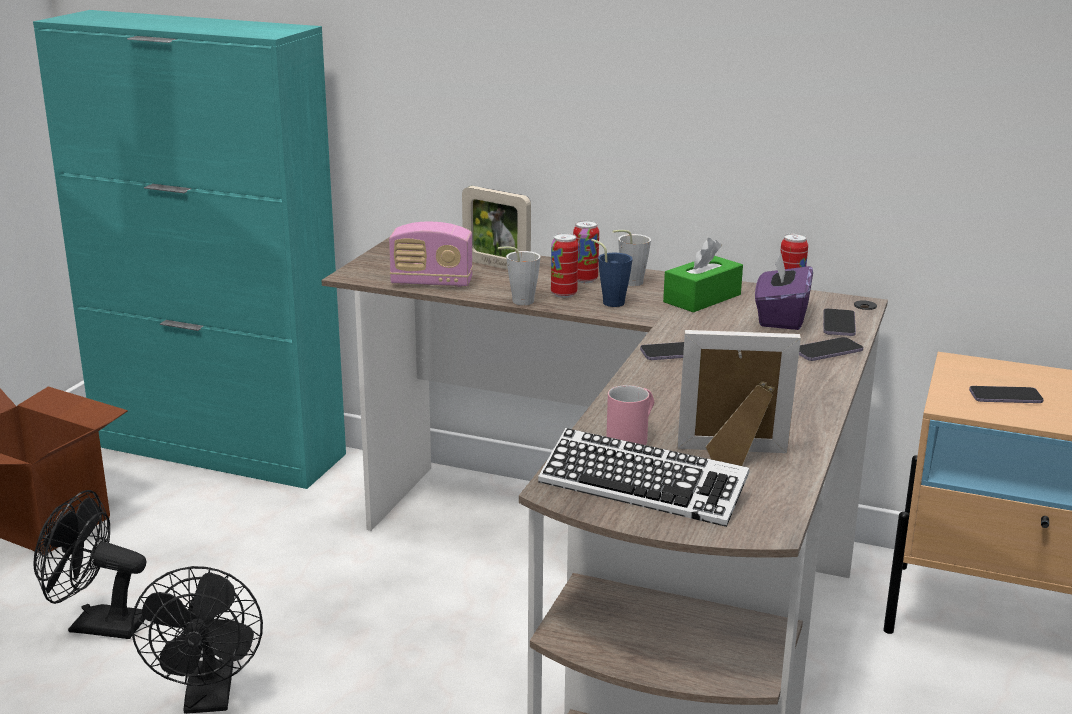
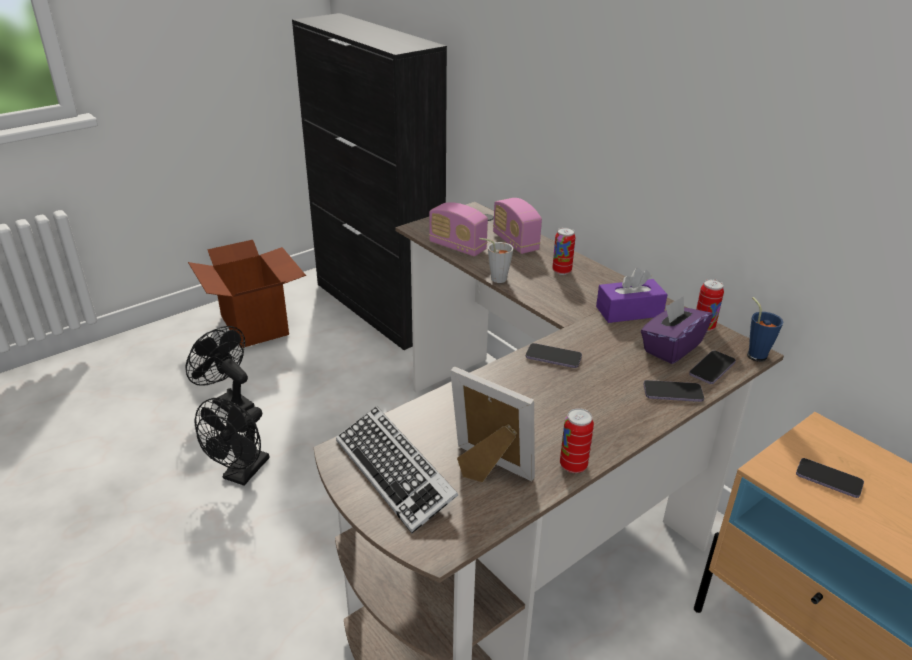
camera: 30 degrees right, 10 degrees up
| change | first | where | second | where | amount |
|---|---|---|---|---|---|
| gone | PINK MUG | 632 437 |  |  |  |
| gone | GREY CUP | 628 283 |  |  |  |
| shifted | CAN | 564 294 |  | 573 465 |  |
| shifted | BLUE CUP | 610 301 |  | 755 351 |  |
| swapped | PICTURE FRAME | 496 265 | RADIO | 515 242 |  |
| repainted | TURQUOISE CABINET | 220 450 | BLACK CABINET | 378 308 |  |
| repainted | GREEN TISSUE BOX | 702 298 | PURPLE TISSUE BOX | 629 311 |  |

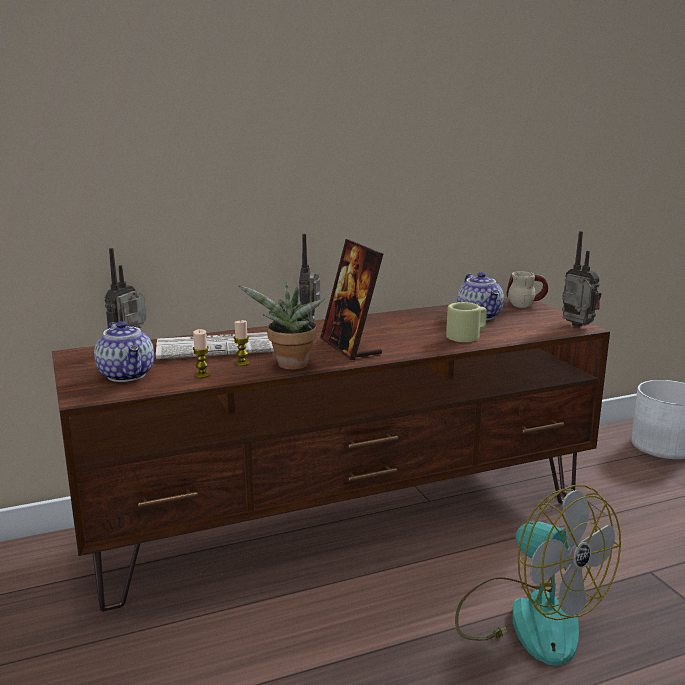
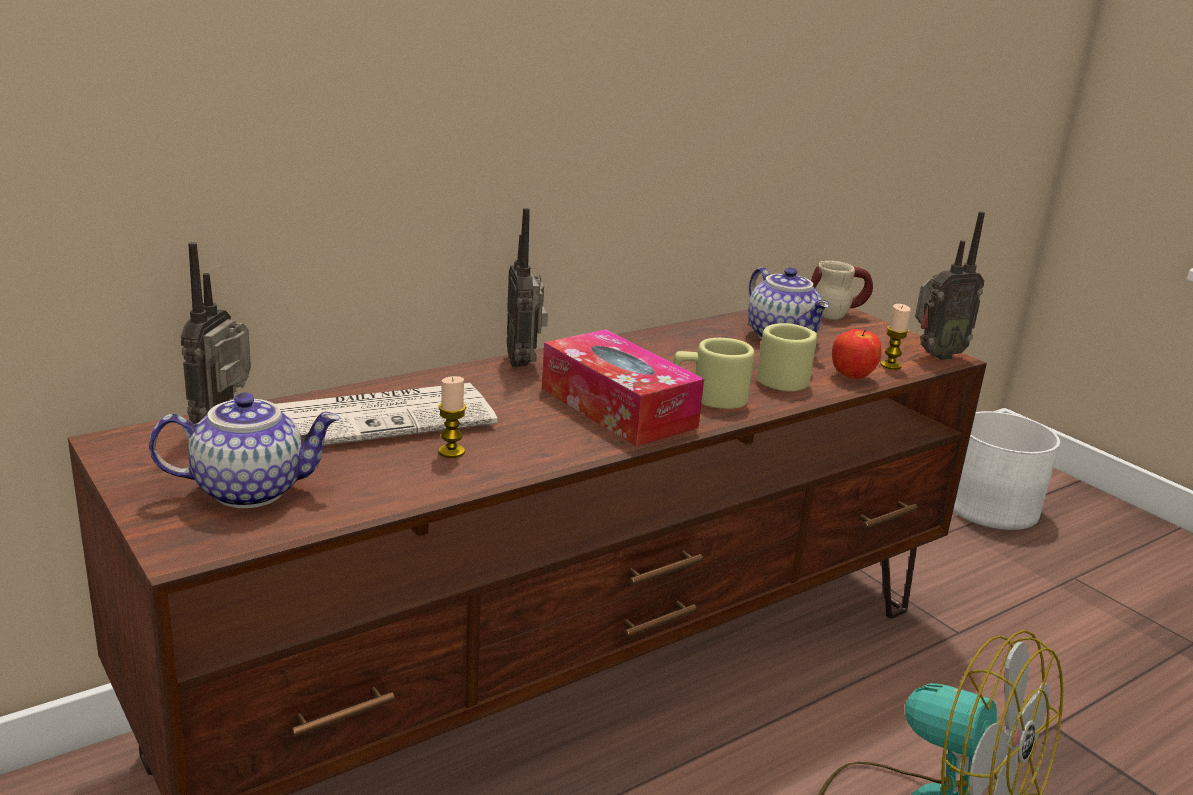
camera: 15 degrees left, 5 degrees up
| change | first | where | second | where | amount |
|---|---|---|---|---|---|
| gone | POTTED PLANT | 290 366 |  |  |  |
| new |  |  | BEIGE MUG | 708 397 |  |
| new |  |  | APPLE | 852 377 |  |
| shifted | CANDLE | 202 375 |  | 890 365 |  |
| swapped | PICTURE FRAME | 350 347 | TISSUE BOX | 618 408 |  |
| rotated | TEAPOT | 128 375 |  | 251 489 | 60 degrees counterclockwise |
| rotated | RADIO | 576 327 |  | 935 355 | 120 degrees clockwise |

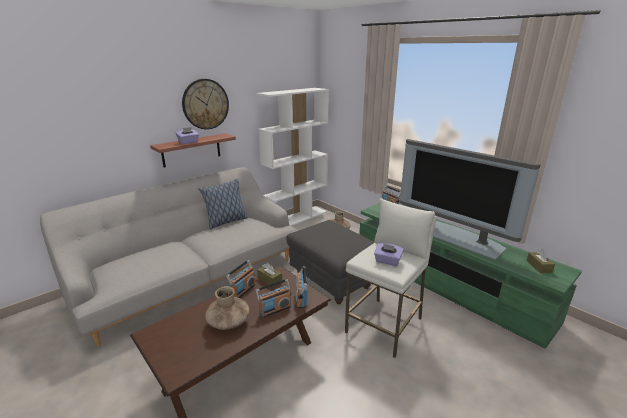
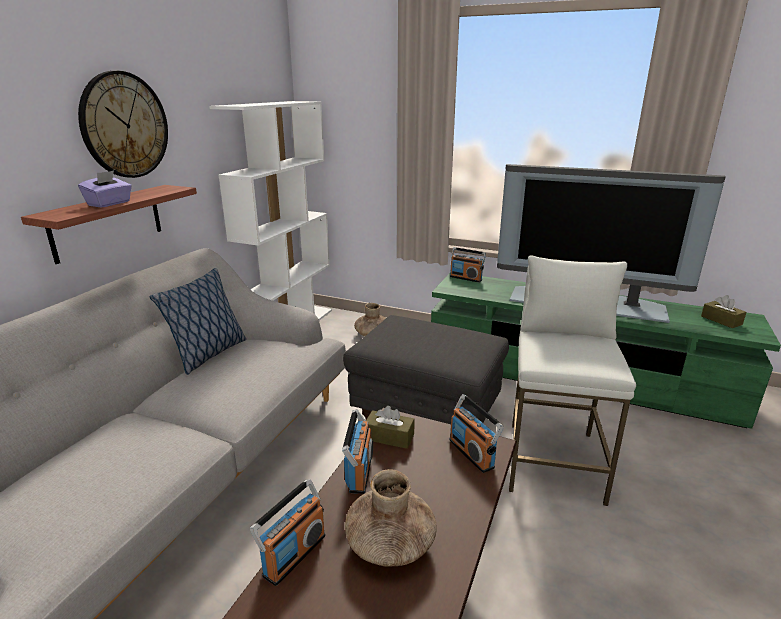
camera: 25 degrees left, 0 degrees up
| change | first | where | second | where | amount |
|---|---|---|---|---|---|
| gone | PURPLE TISSUE BOX | 387 261 |  |  |  |
| shifted | RADIO | 275 309 |  | 294 555 |  |

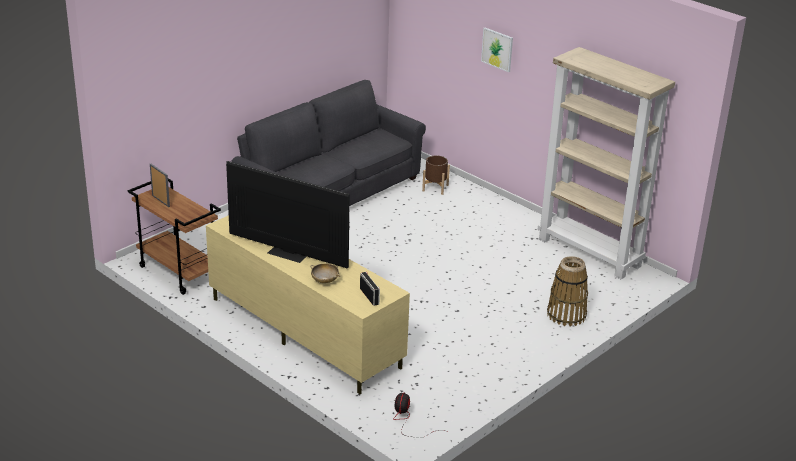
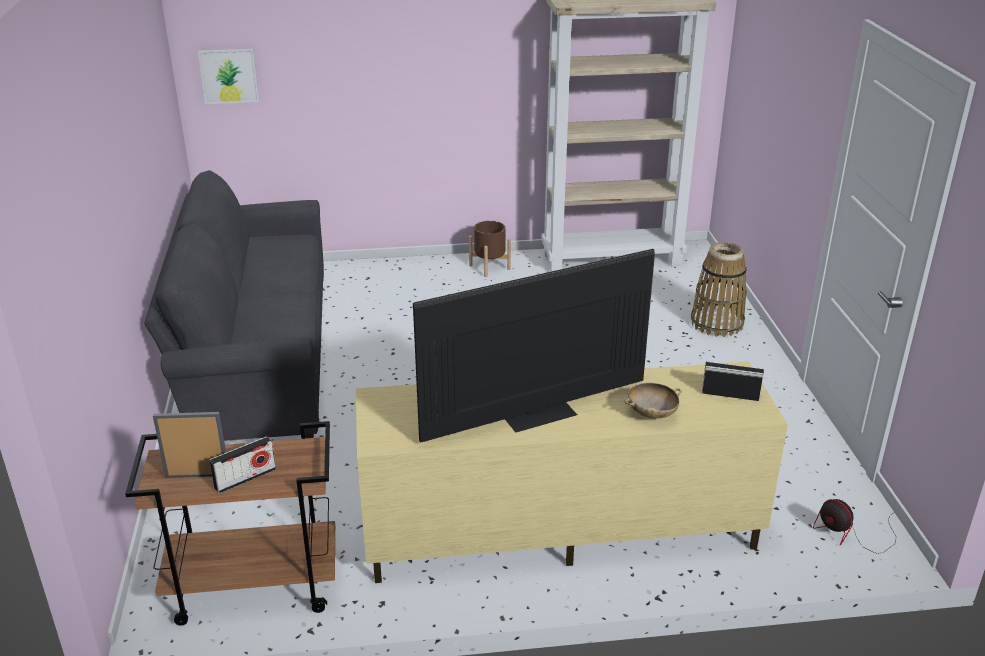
camera: 50 degrees left, 0 degrees up
| change | first | where | second | where | amount |
|---|---|---|---|---|---|
| new |  |  | RADIO | 245 478 |  |
| shifted | BROWN PLANTER | 435 188 |  | 490 267 |  |
| shifted | PICTURE | 497 49 |  | 229 76 |  |

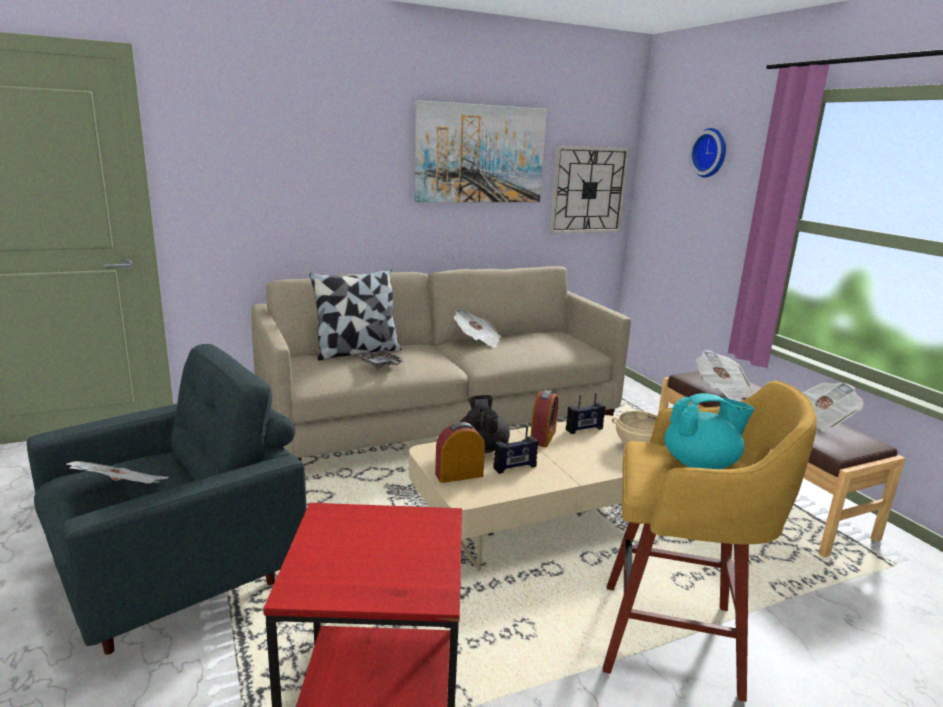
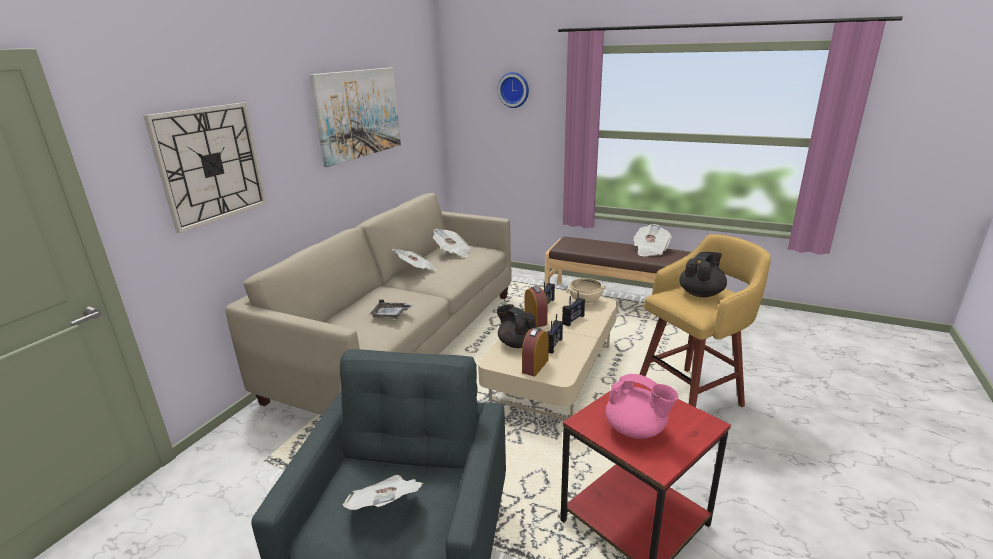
camera: 40 degrees left, 5 degrees up
| change | first | where | second | where | amount |
|---|---|---|---|---|---|
| gone | PILLOW | 357 352 |  |  |  |
| new |  |  | RADIO | 573 320 |  |
| new |  |  | PINK TEAPOT | 636 430 |  |
| shifted | WALL CLOCK | 588 190 |  | 210 164 |  |
| shifted | NEWSPAPER | 721 390 |  | 453 252 |  |
| repainted | TURQUOISE TEAPOT | 701 464 | BLACK TEAPOT | 701 293 |  |

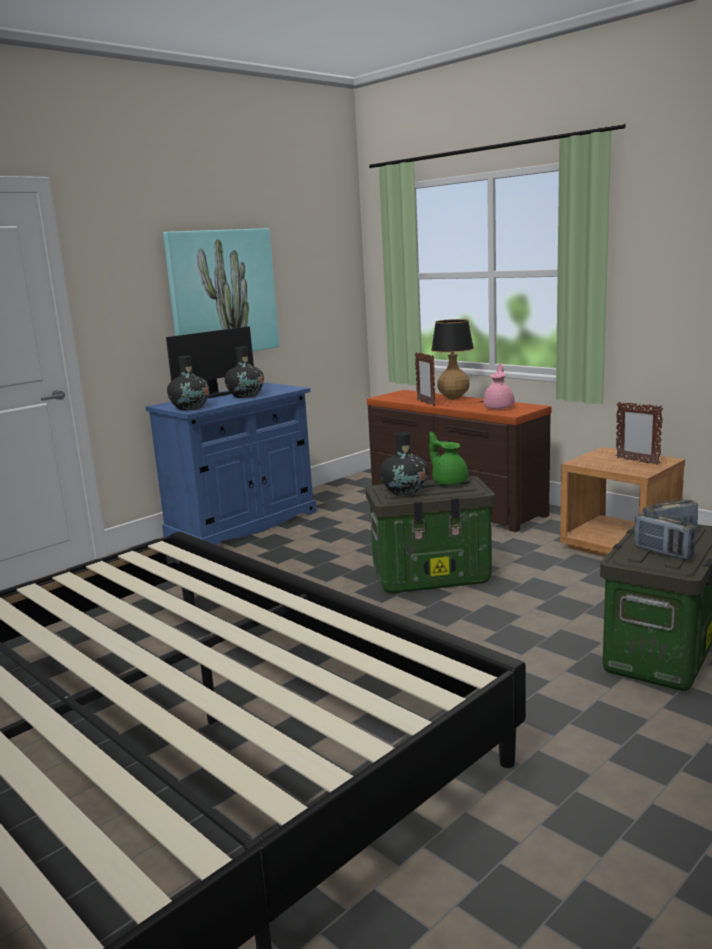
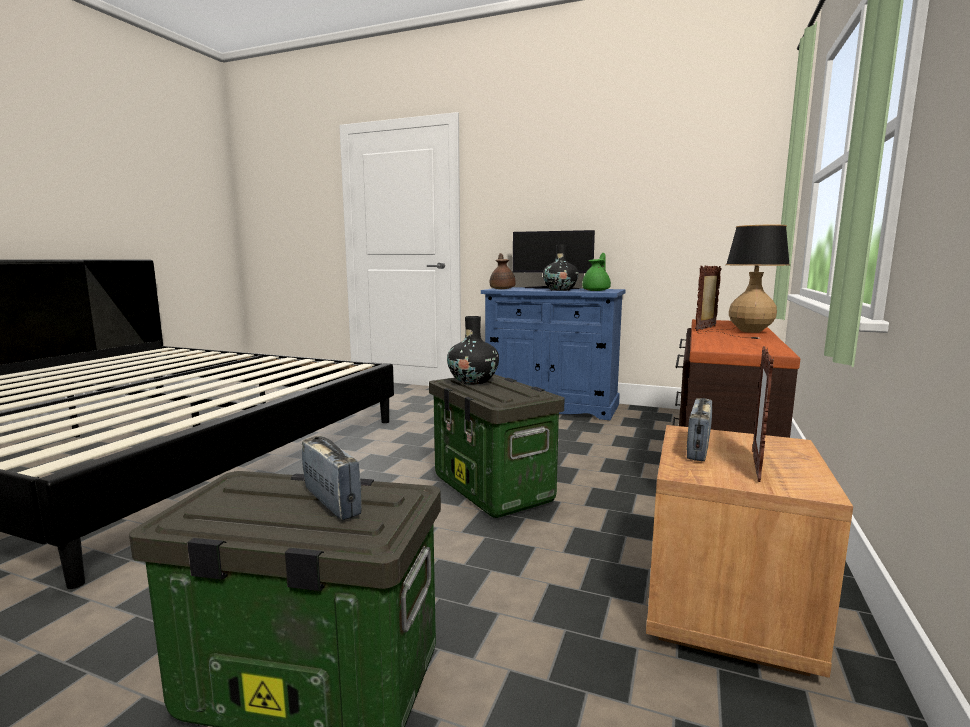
camera: 65 degrees right, 5 degrees down
| change | first | where | second | where | amount |
|---|---|---|---|---|---|
| gone | PICTURE | 222 293 |  |  |  |
| gone | PINK TEAPOT | 499 407 |  |  |  |
| shifted | GREEN TEAPOT | 449 482 |  | 597 290 |  |
| shifted | RADIO | 663 552 |  | 698 449 |  |
| swapped | BLACK VASE | 190 408 | BROWN TEAPOT | 502 289 |  |

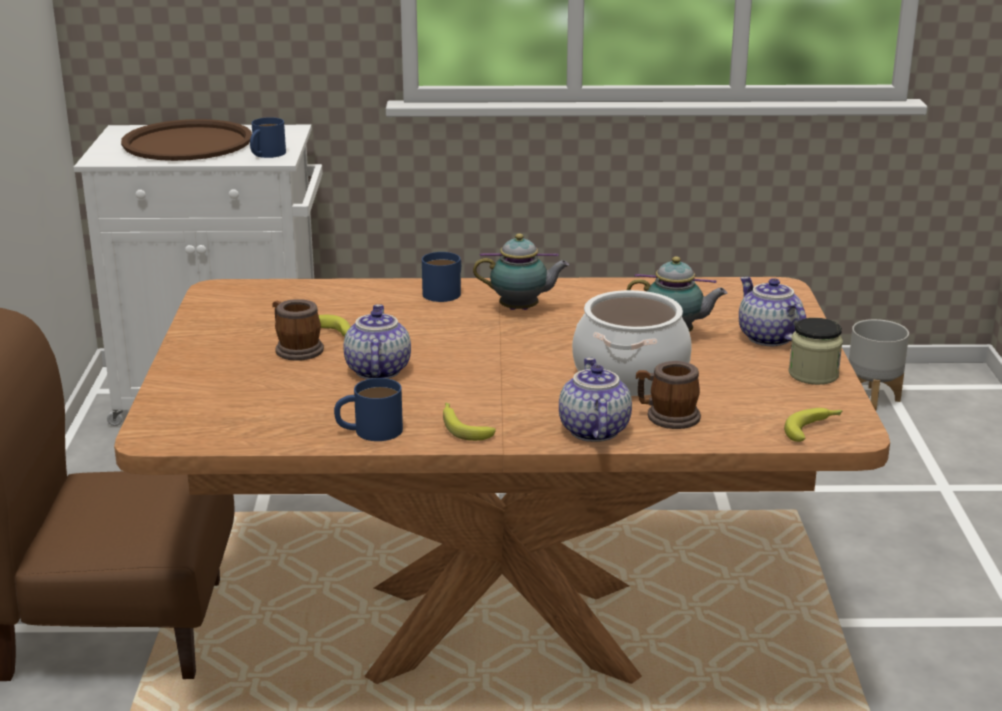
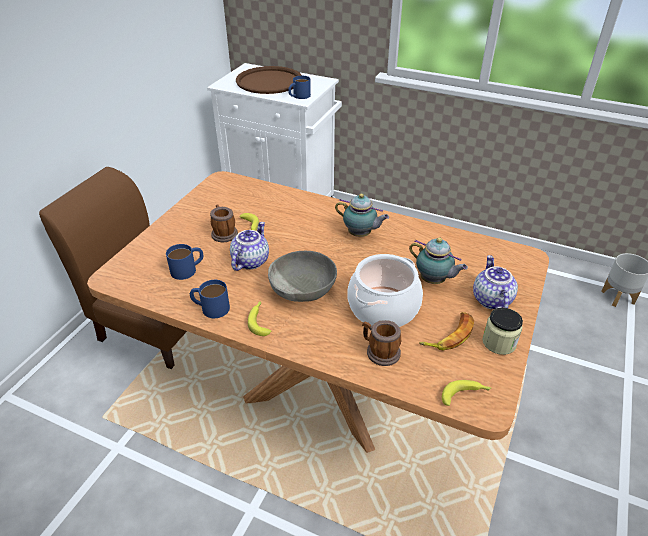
camera: 25 degrees right, 15 degrees up
| change | first | where | second | where | amount |
|---|---|---|---|---|---|
| gone | TEAPOT | 592 430 |  |  |  |
| new |  |  | GREY BOWL | 303 290 |  |
| new |  |  | BANANA | 449 335 |  |
| shifted | BLUE MUG | 446 291 |  | 188 269 |  |

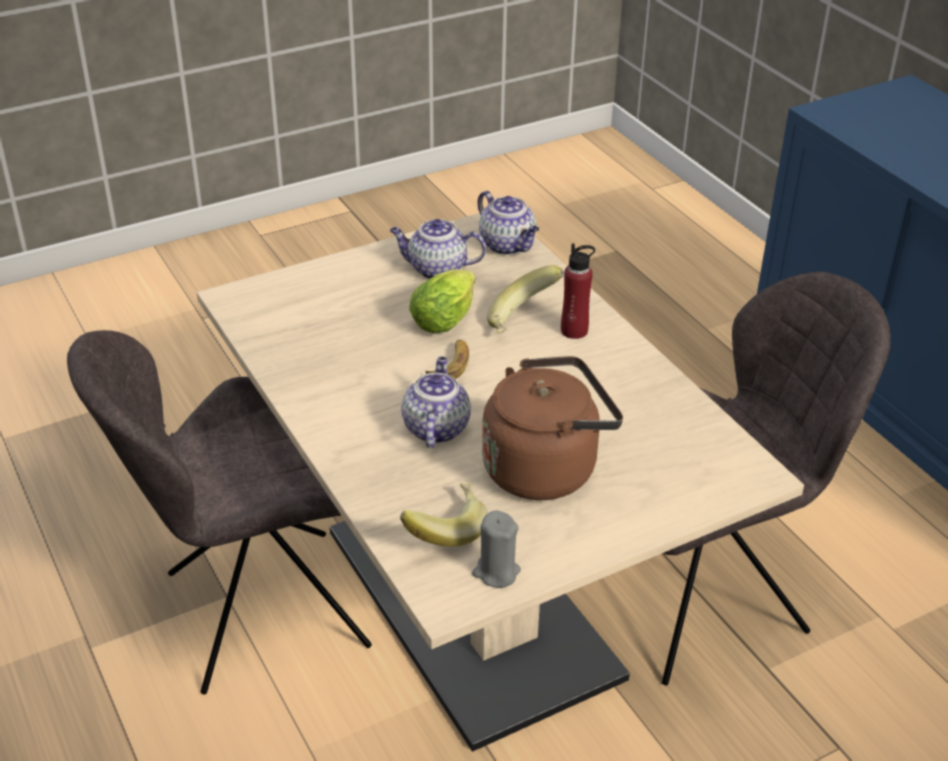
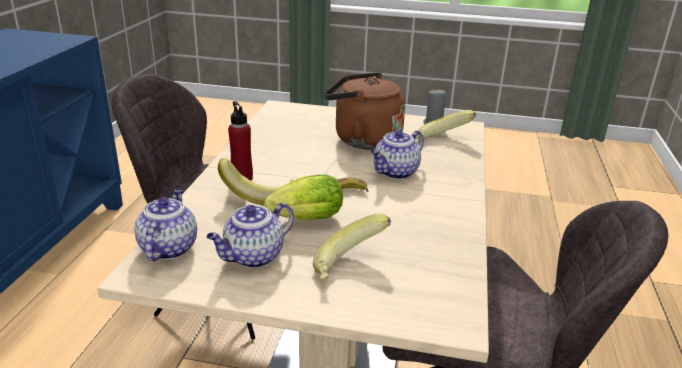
camera: 140 degrees left, 10 degrees down
| change | first | where | second | where | amount |
|---|---|---|---|---|---|
| new |  |  | BANANA | 350 267 |  |
| rotated | TEAPOT | 436 269 |  | 253 257 | 90 degrees clockwise |

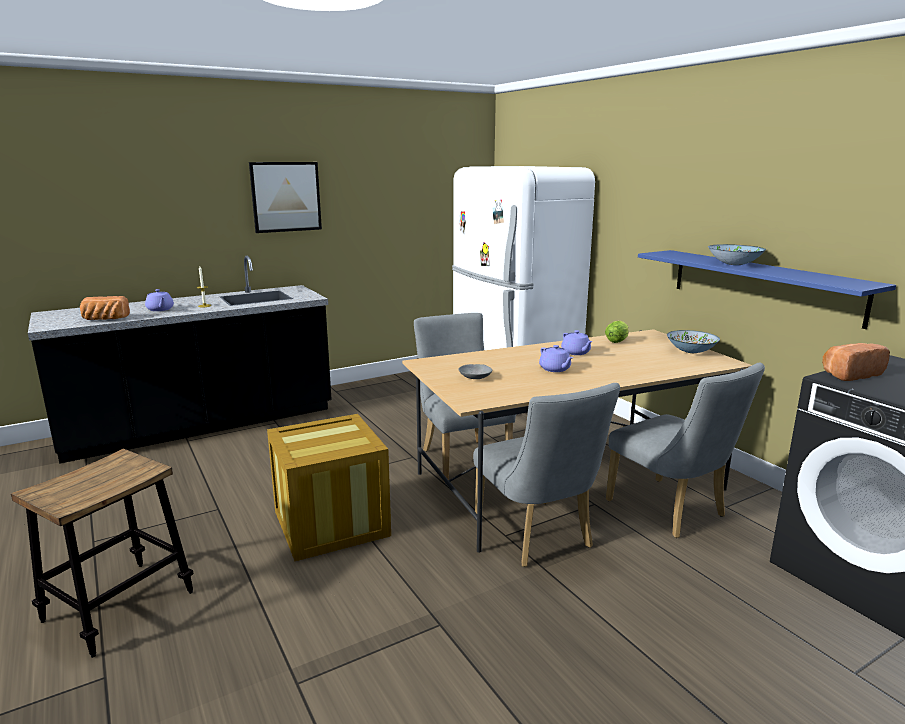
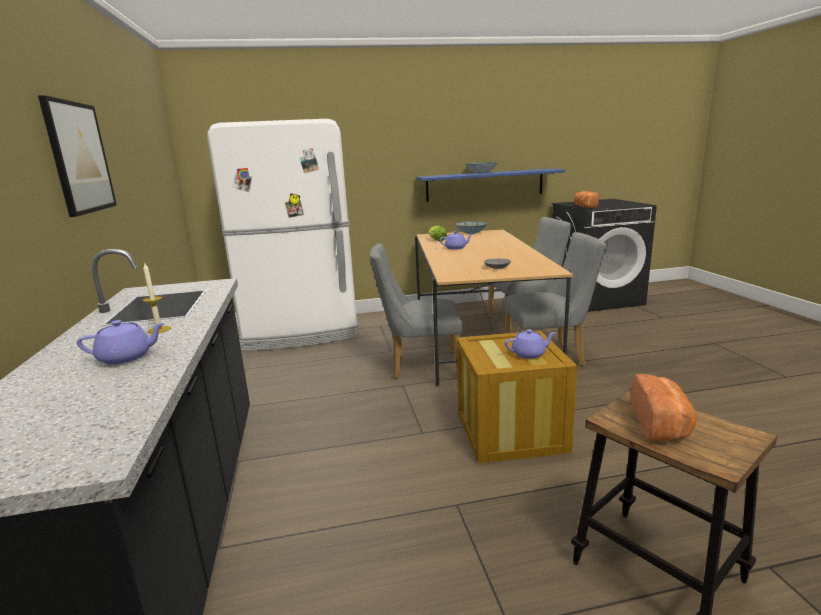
camera: 70 degrees left, 0 degrees up
| change | first | where | second | where | amount |
|---|---|---|---|---|---|
| shifted | BREAD | 105 319 |  | 662 424 |  |
| shifted | PURPLE TEAPOT | 555 369 |  | 529 354 |  |

